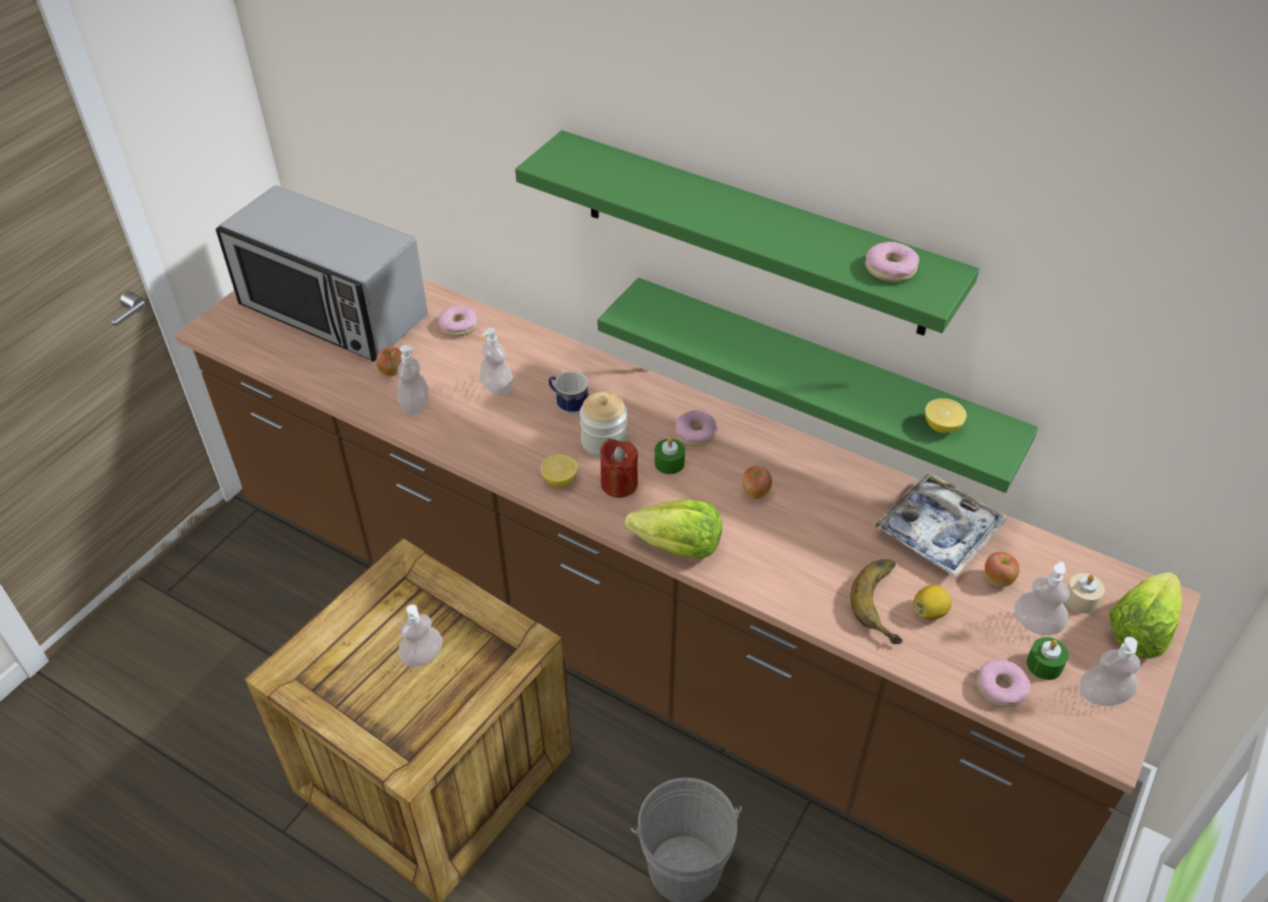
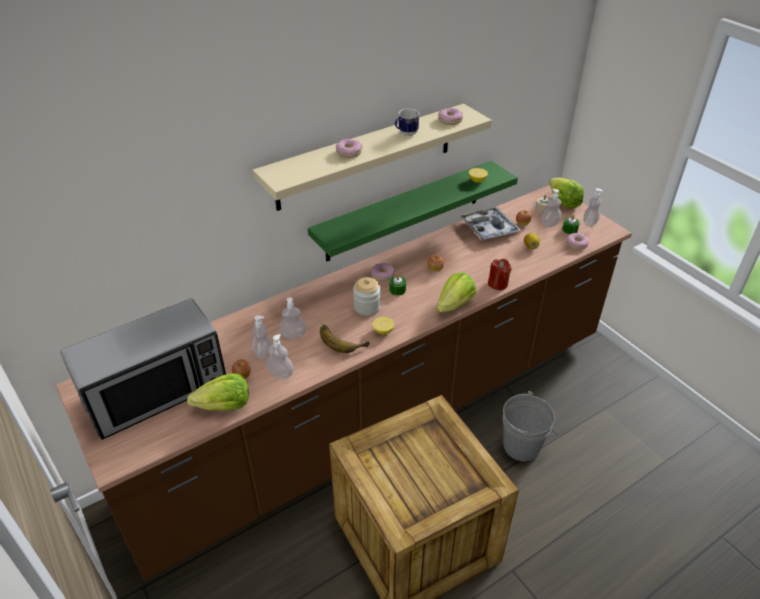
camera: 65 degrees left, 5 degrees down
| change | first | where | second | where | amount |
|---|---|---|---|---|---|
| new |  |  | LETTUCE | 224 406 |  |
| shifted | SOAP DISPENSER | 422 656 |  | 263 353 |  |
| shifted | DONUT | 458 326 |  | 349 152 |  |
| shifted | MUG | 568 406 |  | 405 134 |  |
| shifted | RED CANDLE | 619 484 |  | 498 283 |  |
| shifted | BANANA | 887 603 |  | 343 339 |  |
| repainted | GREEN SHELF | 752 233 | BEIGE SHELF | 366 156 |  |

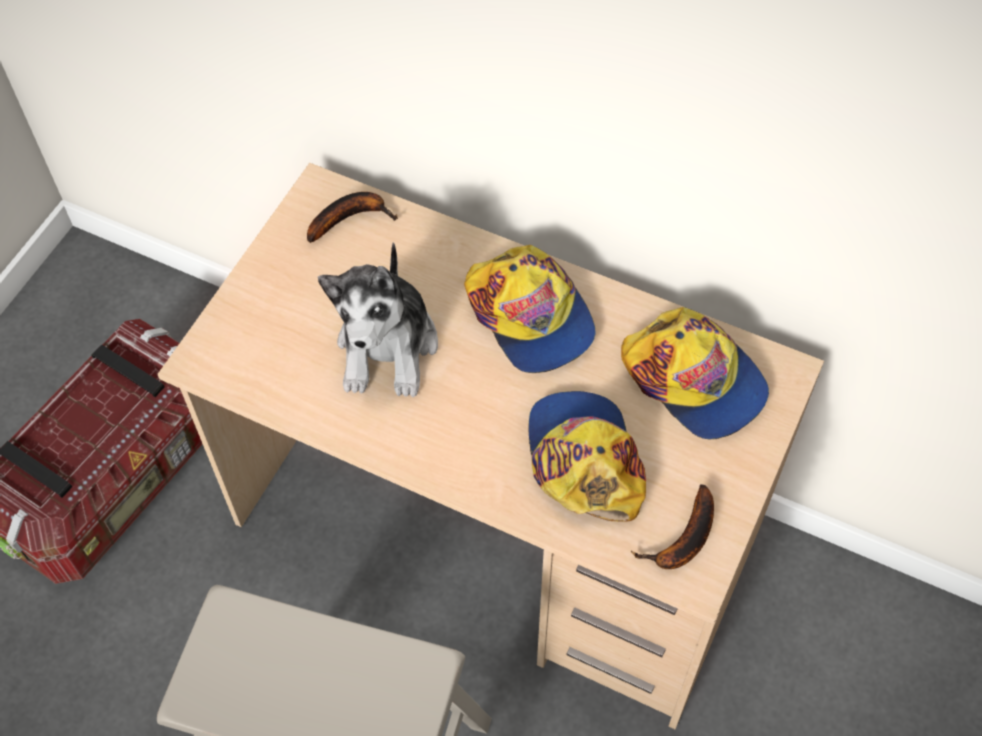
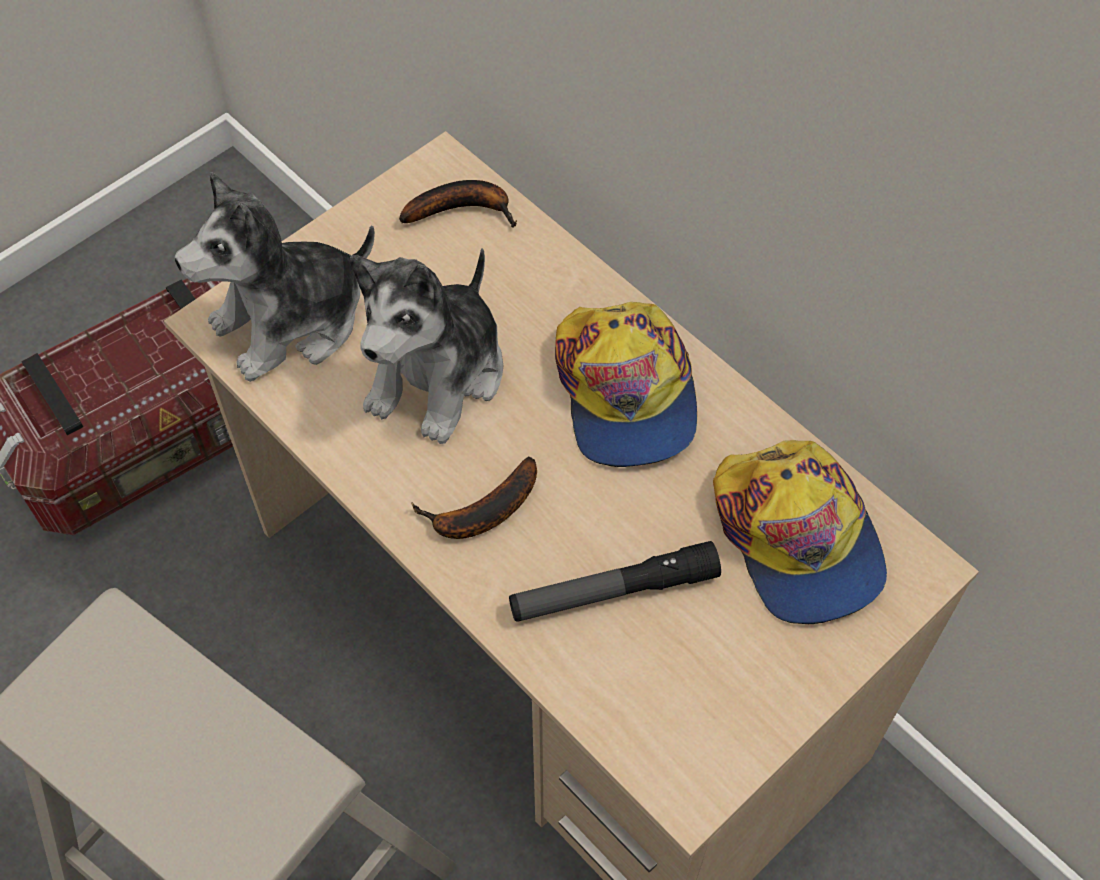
camera: 20 degrees right, 0 degrees up
| change | first | where | second | where | amount |
|---|---|---|---|---|---|
| new |  |  | PLUSH TOY | 291 321 |  |
| shifted | BANANA | 683 541 |  | 480 513 |  |
| swapped | CAP | 584 460 | FLASHLIGHT | 613 591 |  |

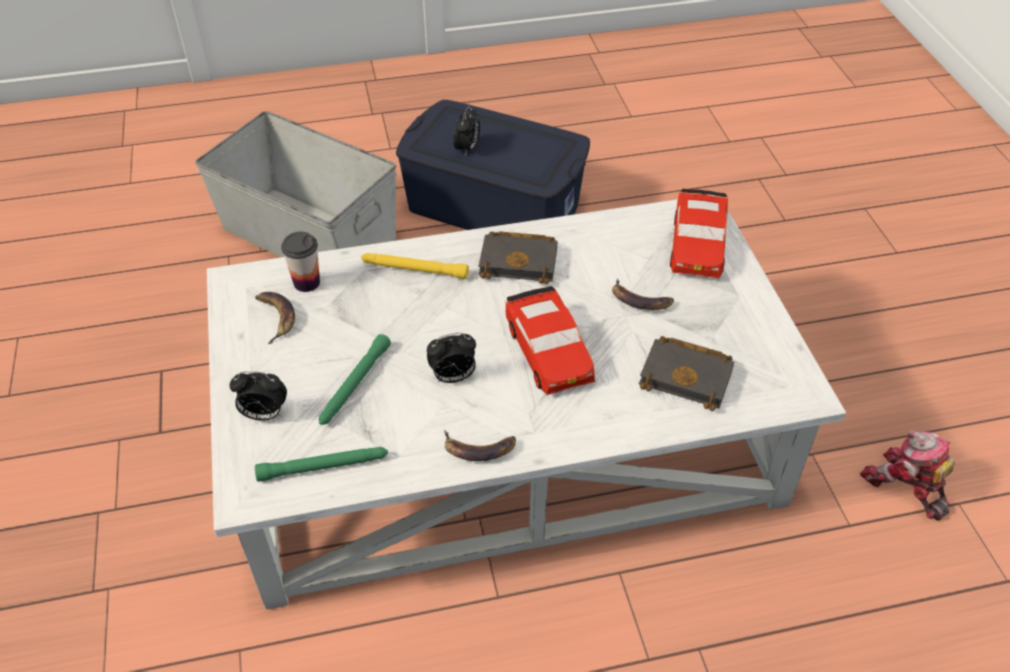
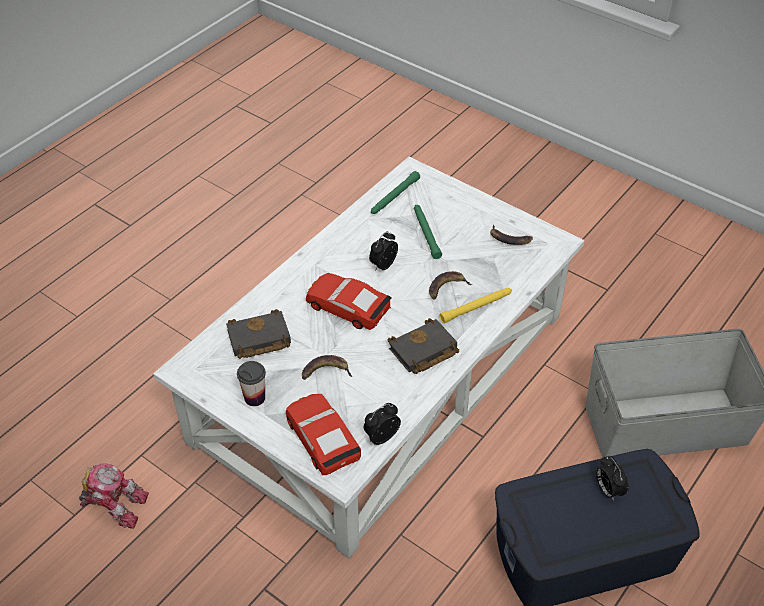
camera: 140 degrees right, 0 degrees up
| change | first | where | second | where | amount |
|---|---|---|---|---|---|
| shifted | ALARM CLOCK | 264 414 |  | 381 436 |  |
| shifted | CUP | 306 282 |  | 254 398 |  |
| shifted | BANANA | 479 448 |  | 446 288 |  |

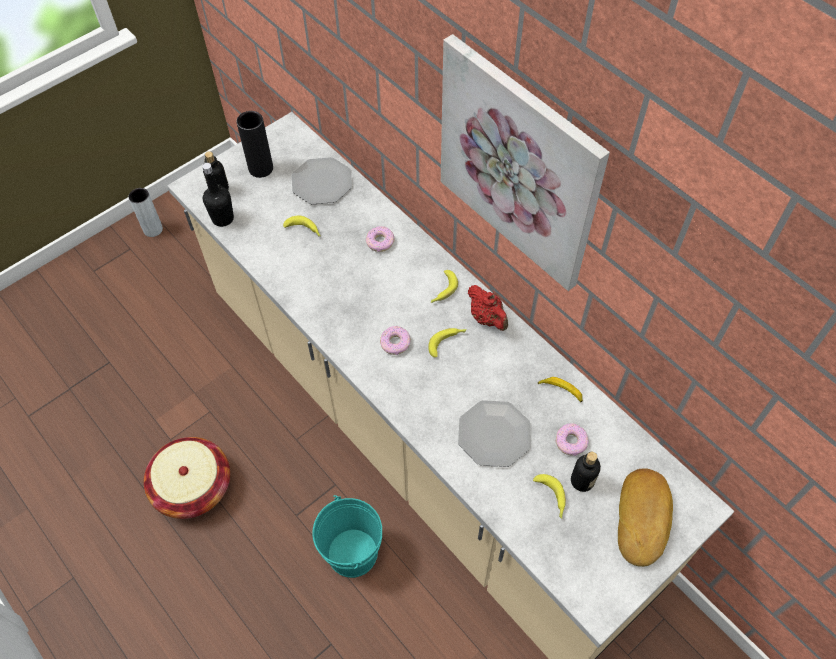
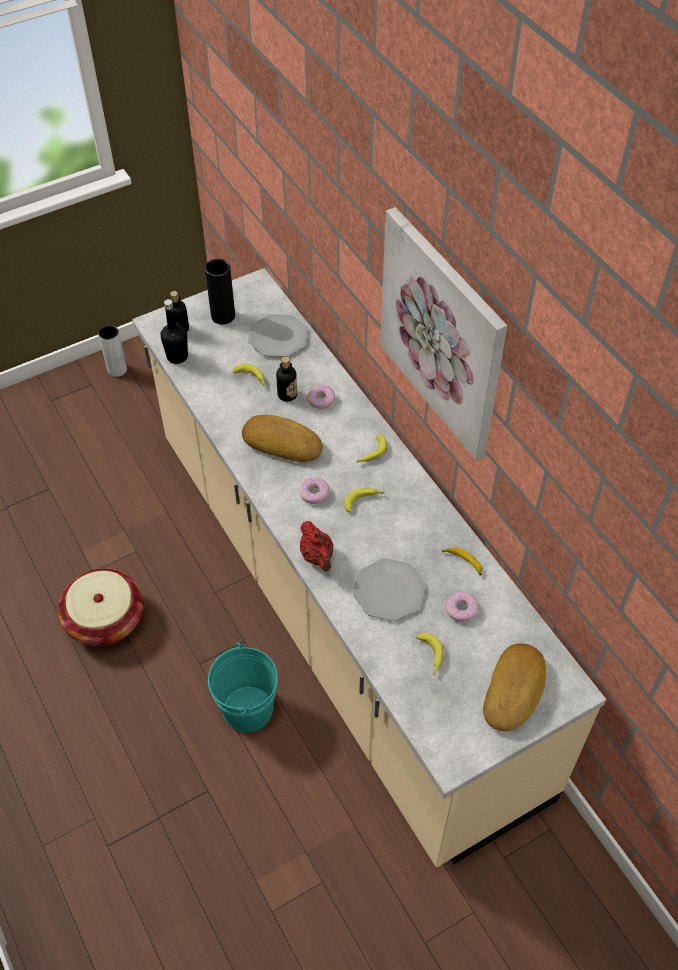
camera: 10 degrees right, 5 degrees down
| change | first | where | second | where | amount |
|---|---|---|---|---|---|
| new |  |  | BREAD | 282 442 |  |
| shifted | RED TEAPOT | 487 318 |  | 317 557 |  |
| shifted | BOTTLE | 582 481 |  | 287 395 |  |

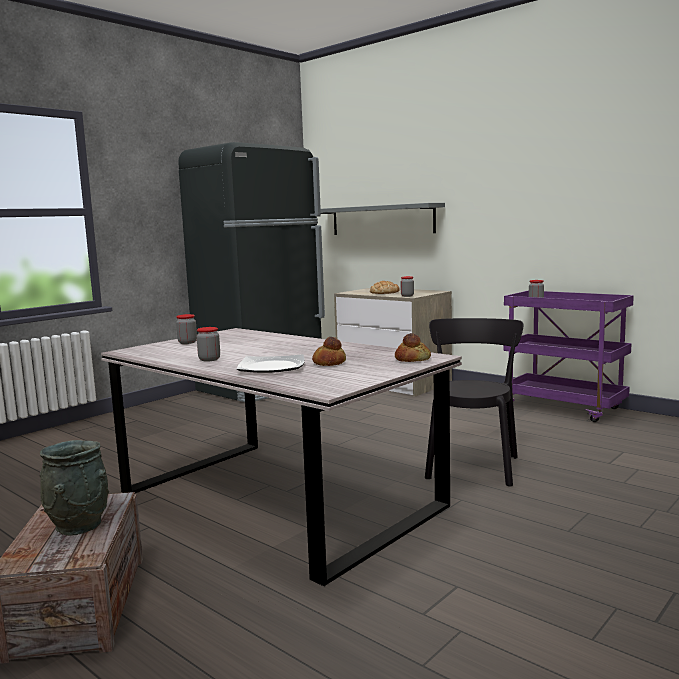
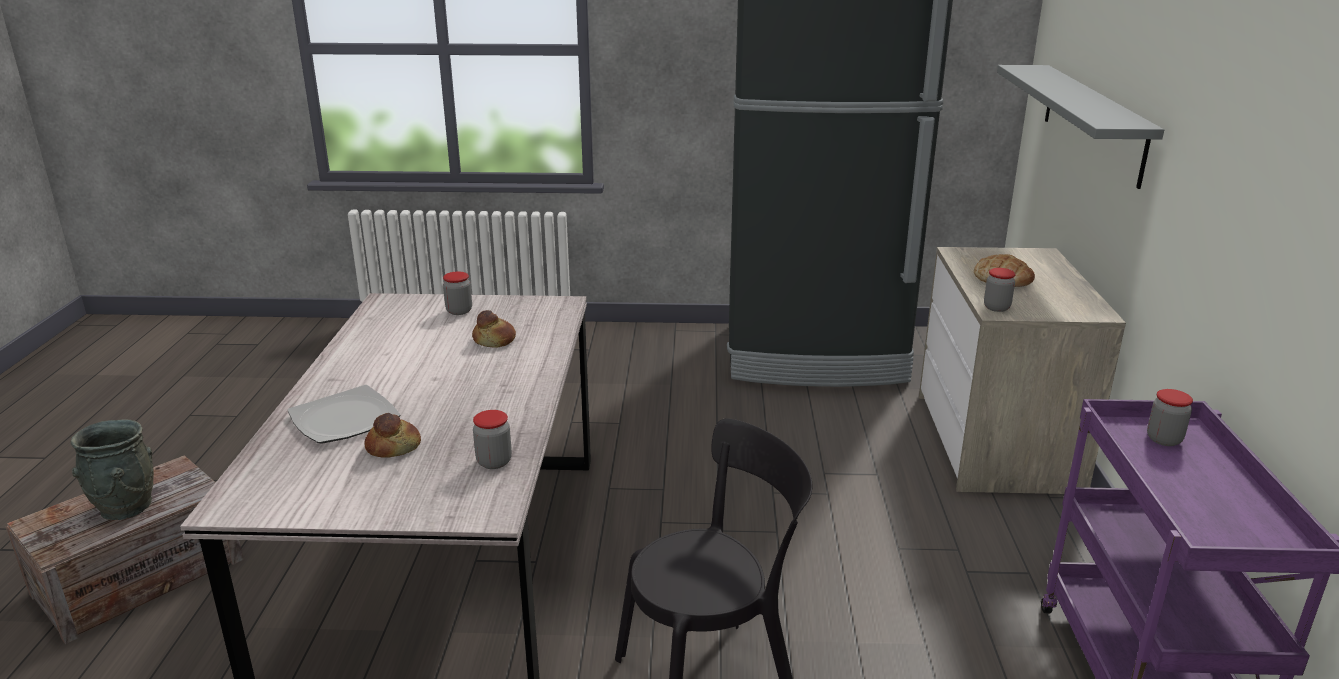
camera: 50 degrees right, 15 degrees up
| change | first | where | second | where | amount |
|---|---|---|---|---|---|
| shifted | JAR | 209 359 |  | 494 462 |  |
| shifted | BREAD | 412 359 |  | 494 340 |  |

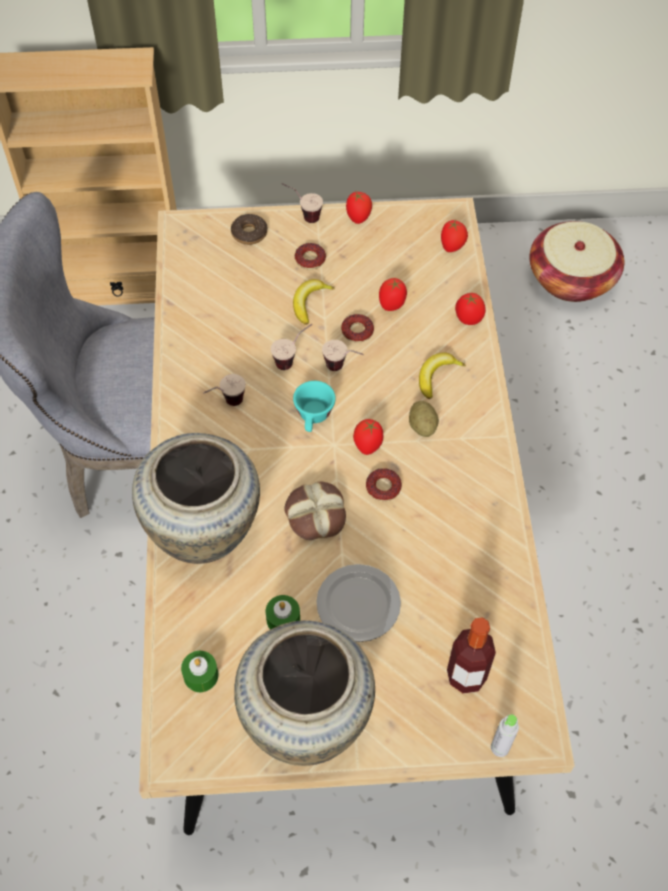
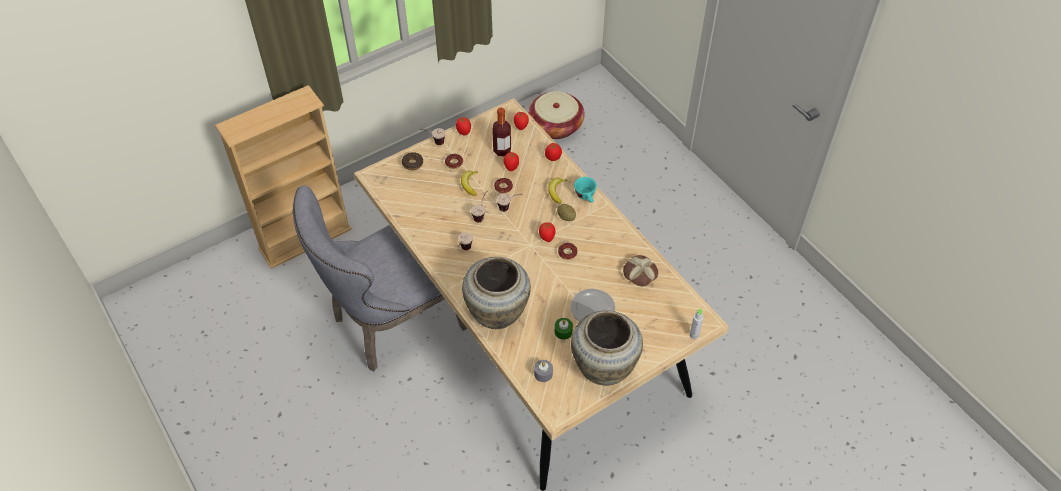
camera: 30 degrees left, 5 degrees down
| change | first | where | second | where | amount |
|---|---|---|---|---|---|
| shifted | BREAD | 315 515 |  | 639 274 |  |
| shifted | TURQUOISE CUP | 314 418 |  | 586 196 |  |
| shifted | BOTTLE | 466 676 |  | 502 150 |  |
| repainted | GREEN CANDLE | 201 675 | GREY CANDLE | 543 374 |  |

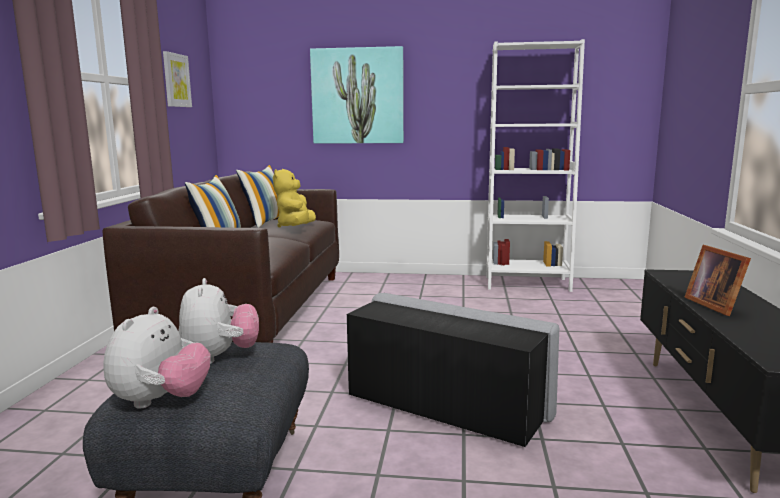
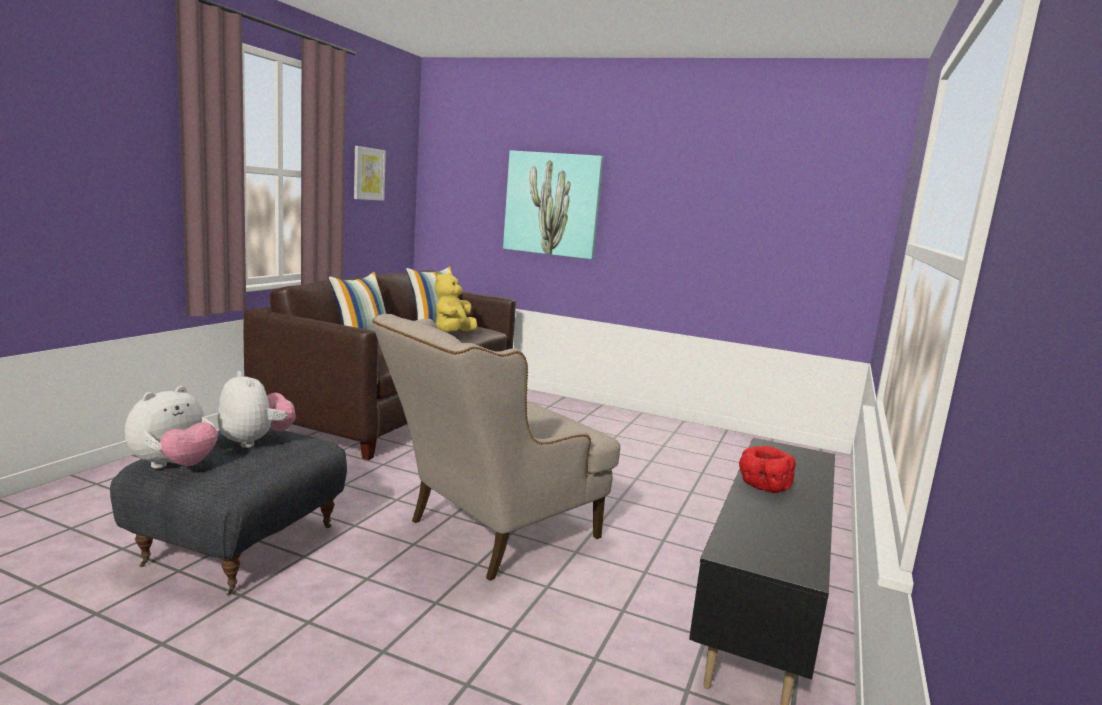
camera: 15 degrees right, 0 degrees up
| change | first | where | second | where | amount |
|---|---|---|---|---|---|
| gone | WHITE BOOKCASE | 527 283 |  |  |  |
| swapped | GREY OTTOMAN | 447 404 | BEIGE ARMCHAIR | 489 534 |  |
| swapped | PICTURE FRAME | 715 305 | RED BOWL | 763 487 |  |
| rotated | PLUSH TOY | 220 357 |  | 255 441 | 45 degrees counterclockwise |

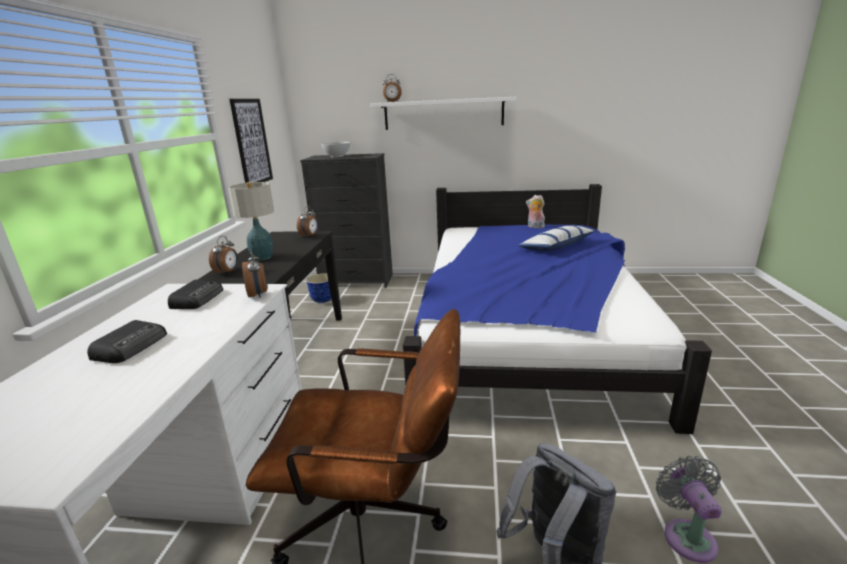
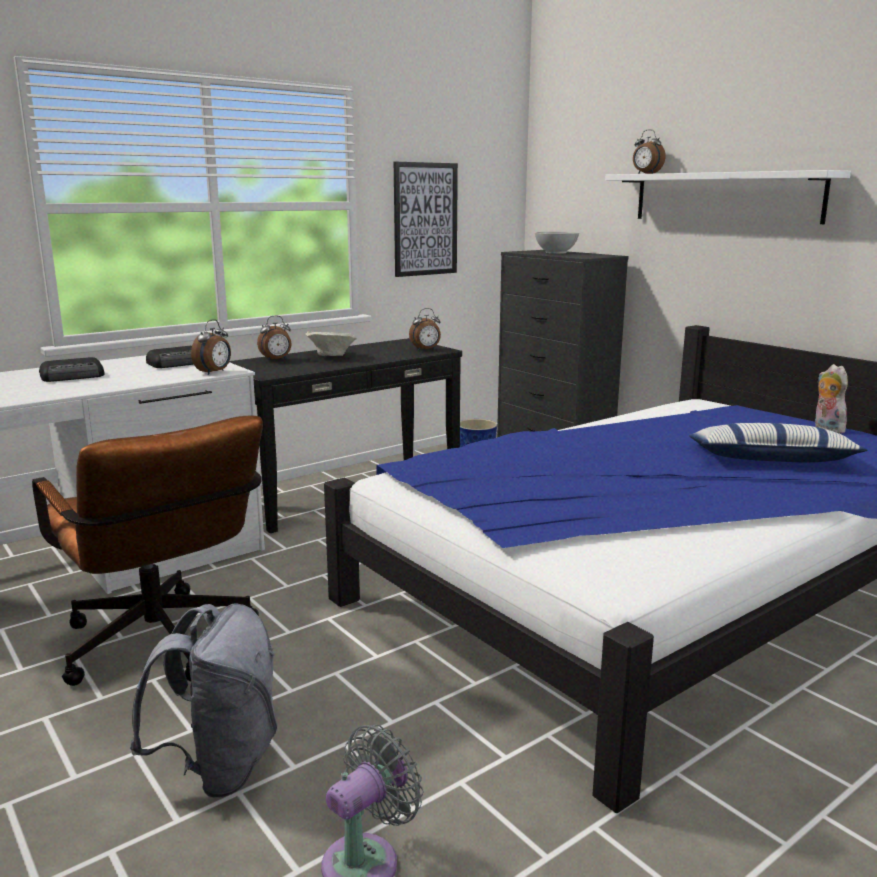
camera: 45 degrees right, 5 degrees down
| change | first | where | second | where | amount |
|---|---|---|---|---|---|
| swapped | TABLE LAMP | 262 258 | BEIGE BOWL | 331 356 |  |

